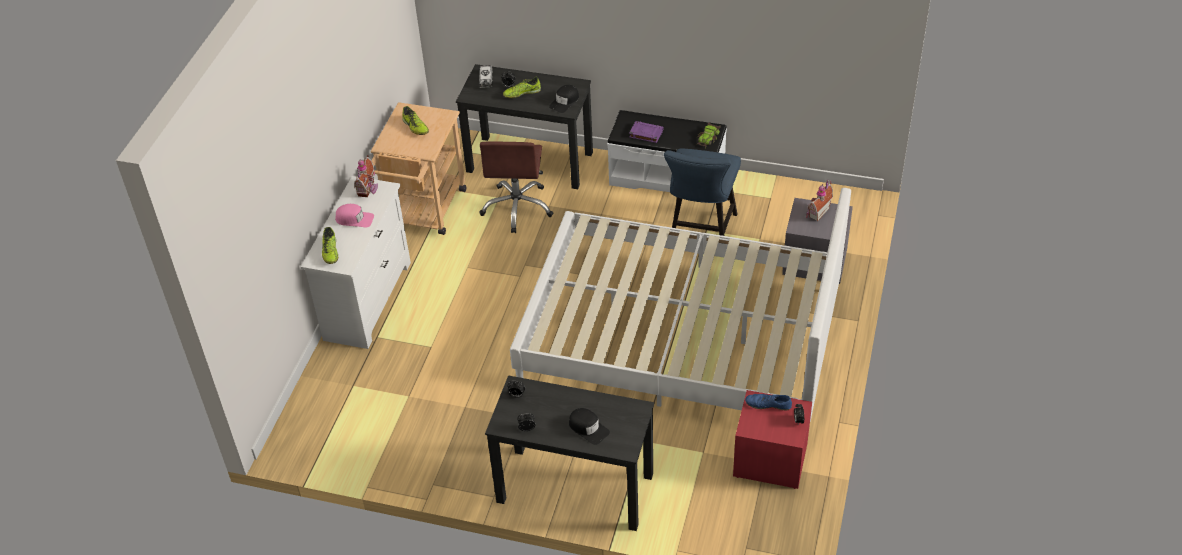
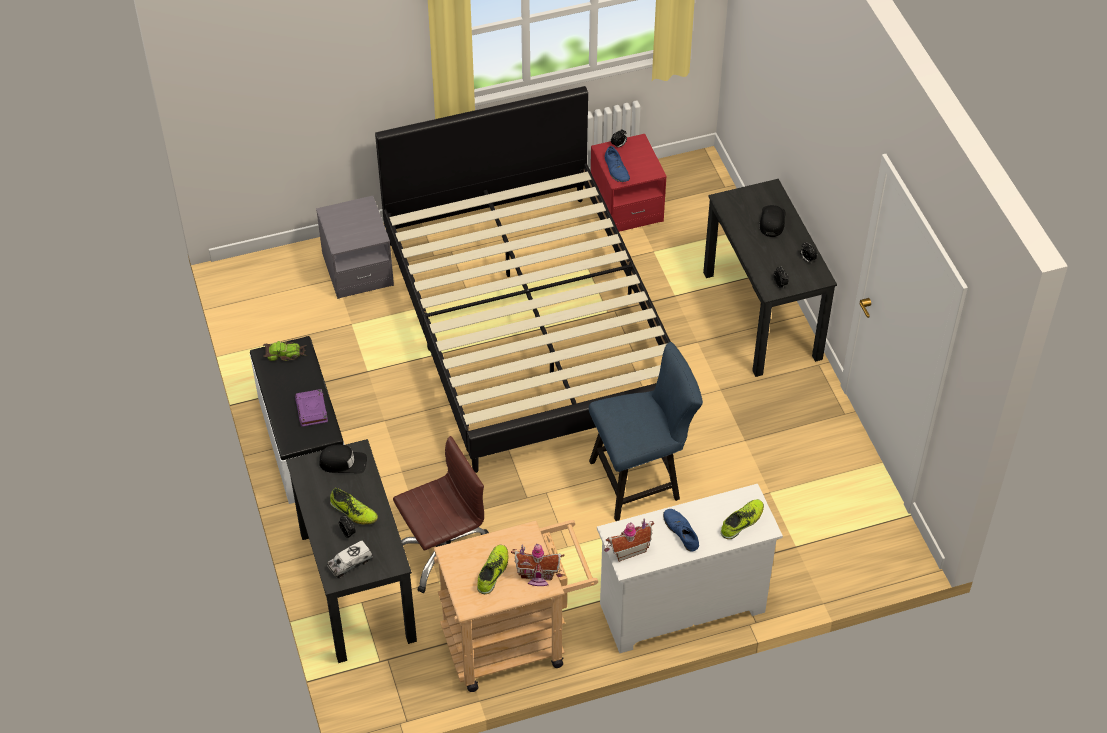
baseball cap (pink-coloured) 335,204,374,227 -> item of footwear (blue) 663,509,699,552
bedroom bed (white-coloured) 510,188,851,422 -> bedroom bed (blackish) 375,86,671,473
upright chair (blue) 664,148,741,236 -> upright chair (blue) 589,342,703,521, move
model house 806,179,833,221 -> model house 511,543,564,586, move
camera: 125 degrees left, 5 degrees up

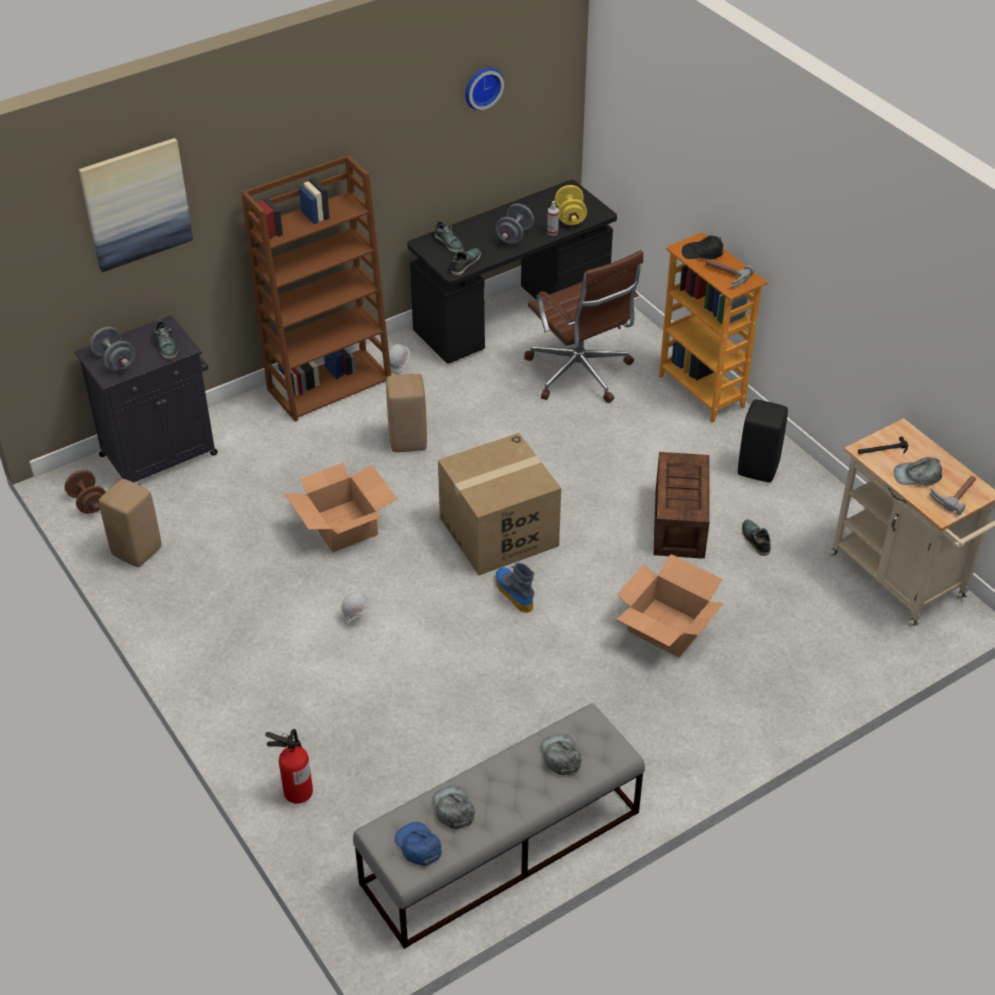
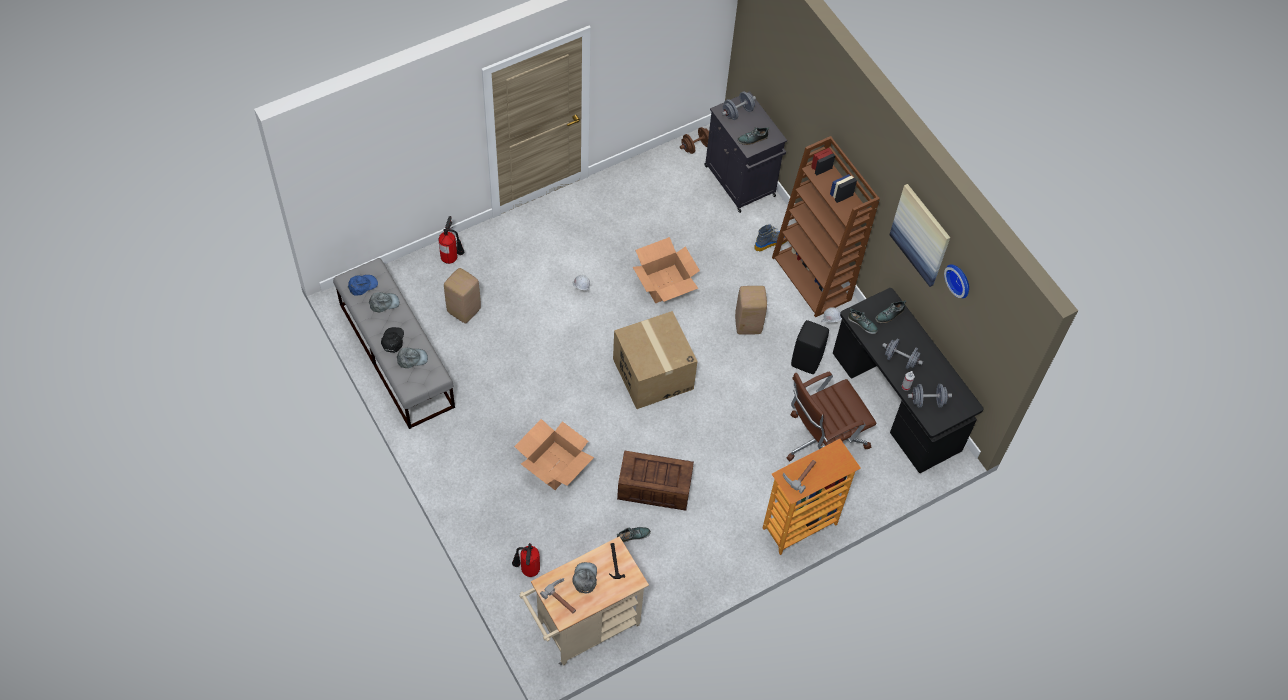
wall art 79,138,193,272 -> wall art 889,184,950,287, move
sitting stool (beige) 99,479,162,567 -> sitting stool (beige) 444,268,481,323, move
tall boot 495,559,534,613 -> tall boot 754,224,787,251, move
free weight (yellow) 555,185,587,225 -> free weight (grey) 908,384,952,408
baseball cap (blackish) 682,235,723,260 -> baseball cap (blackish) 381,327,404,353, move
sitting stool (blackish) 738,399,788,482 -> sitting stool (blackish) 791,320,829,374, move
none -> extinguisher 512,543,540,577
camera: 90 degrees right, 15 degrees up

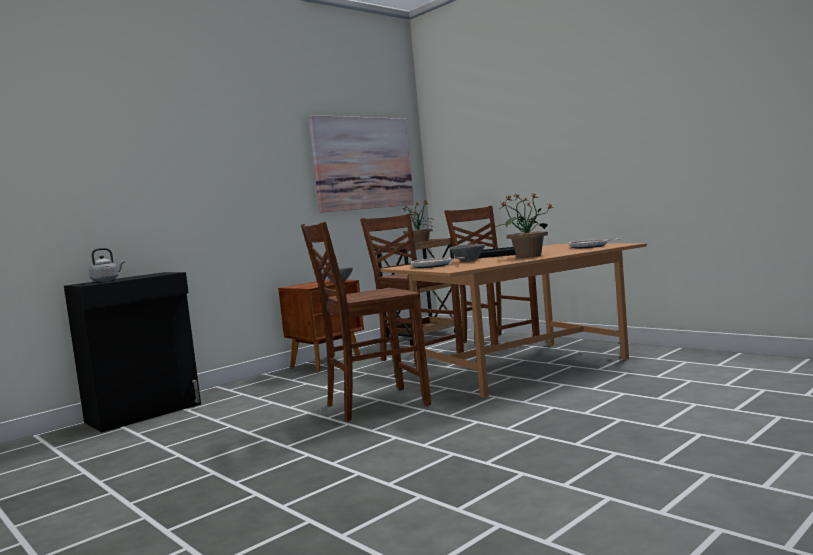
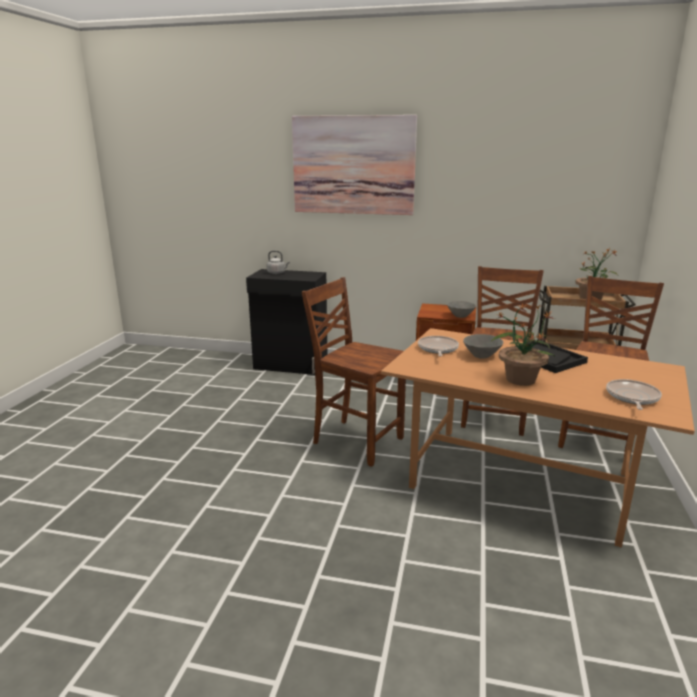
wall art 309,115,414,213 -> wall art 292,115,417,215, move
camera: 55 degrees right, 15 degrees up

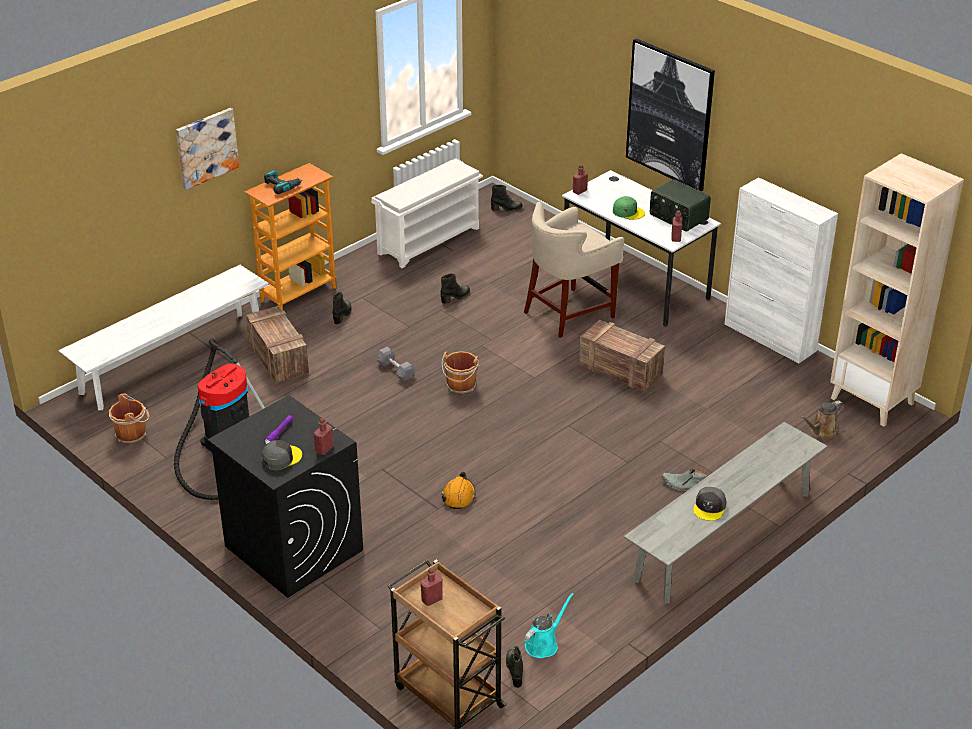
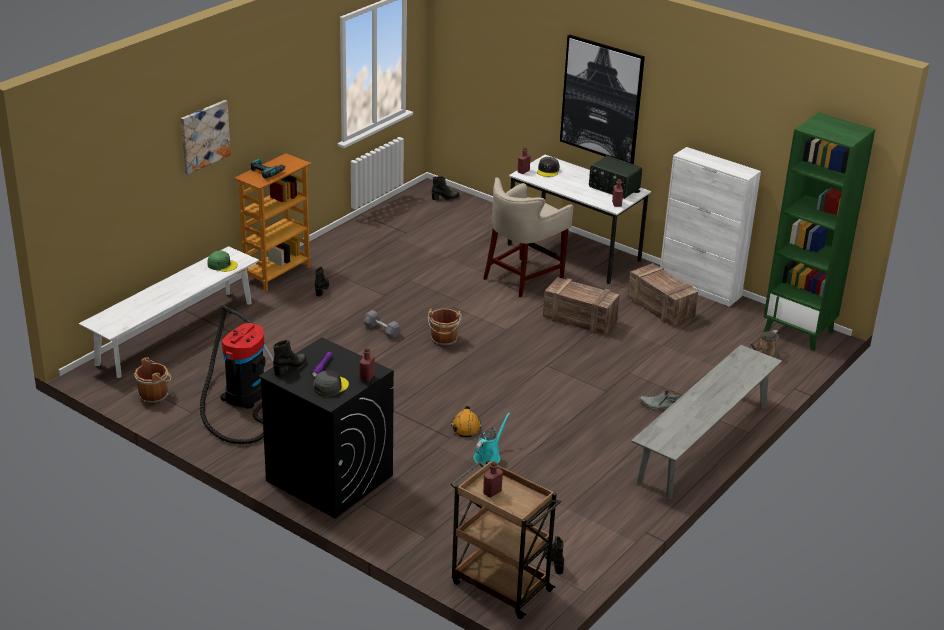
crate 246,306,309,383 -> crate 628,263,698,326, move
shoe rack (white-coloured) 371,158,483,268 -> none
tall boot (blackish) 440,274,470,304 -> tall boot (blackish) 273,340,307,376, move
sprinkling can (turquoise) 524,593,573,658 -> sprinkling can (turquoise) 474,413,510,466, move
baseball cap (green) 613,196,645,220 -> baseball cap (green) 208,250,238,272, move
baseball cap (grey) 693,487,727,521 -> baseball cap (grey) 537,157,559,177, move
shelving unit (beige) 830,153,964,427 -> shelving unit (green) 764,112,875,351
camera: 10 degrees left, 5 degrees down

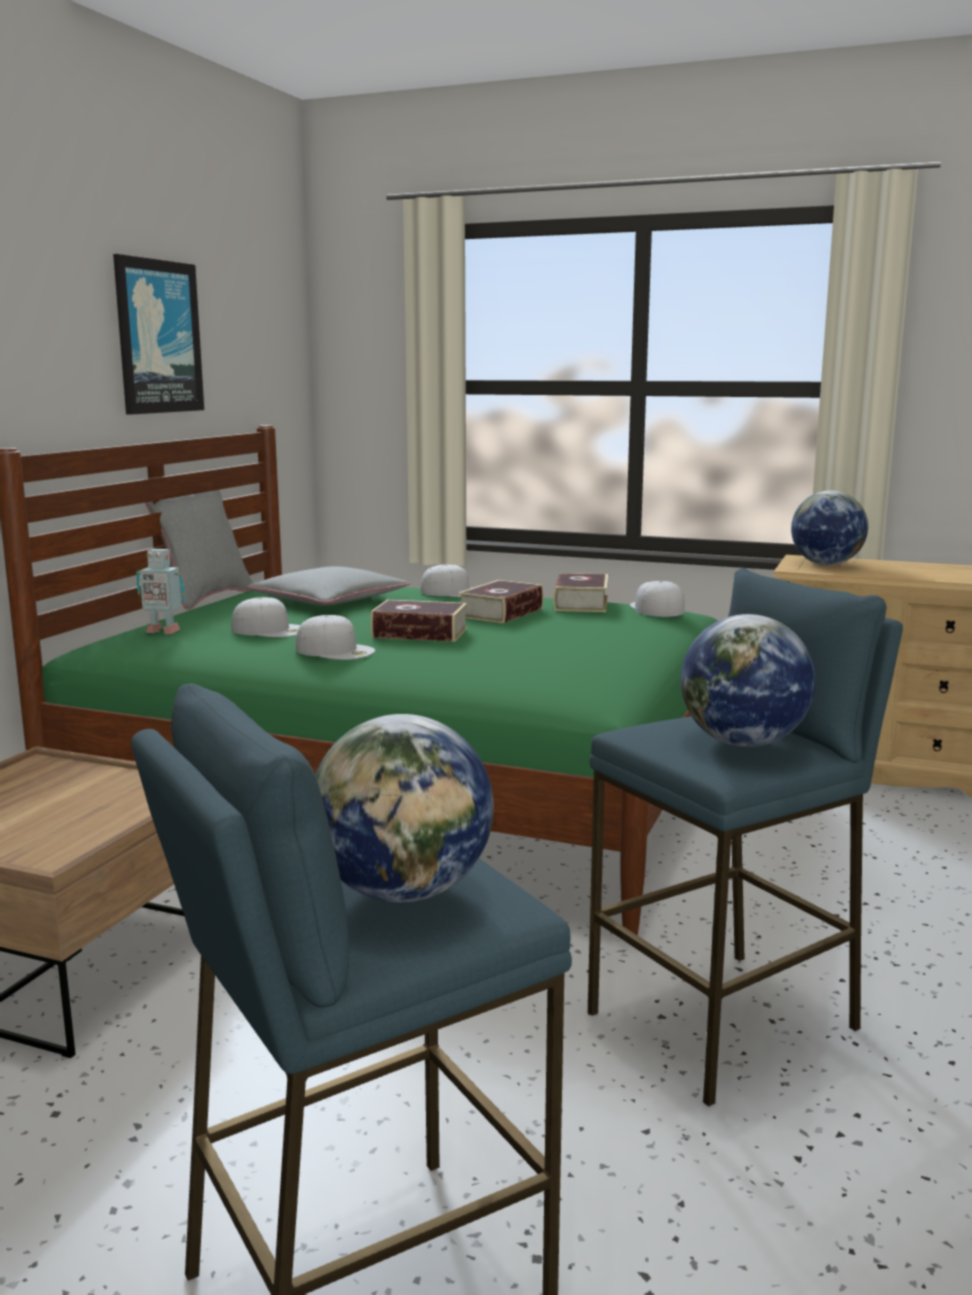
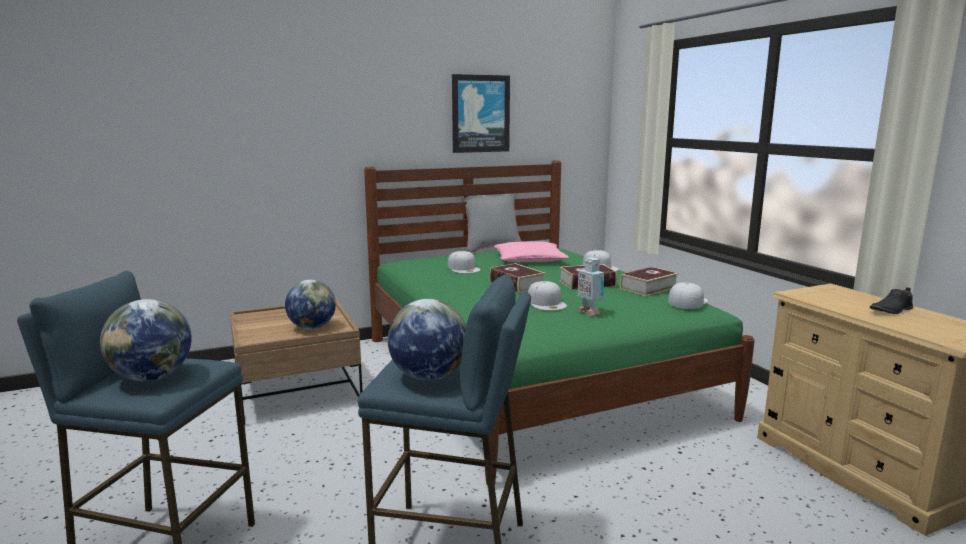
model robot 136,549,184,634 -> model robot 578,257,604,316, move
cushion (grey) 247,566,410,606 -> cushion (pink-coloured) 494,241,569,262
baseball cap (white-coloured) 296,615,375,660 -> baseball cap (white-coloured) 528,281,567,311, move
world globe 791,490,868,565 -> world globe 285,280,336,329, move
none -> item of footwear (blackish) 870,287,913,314
camera: 45 degrees right, 0 degrees up

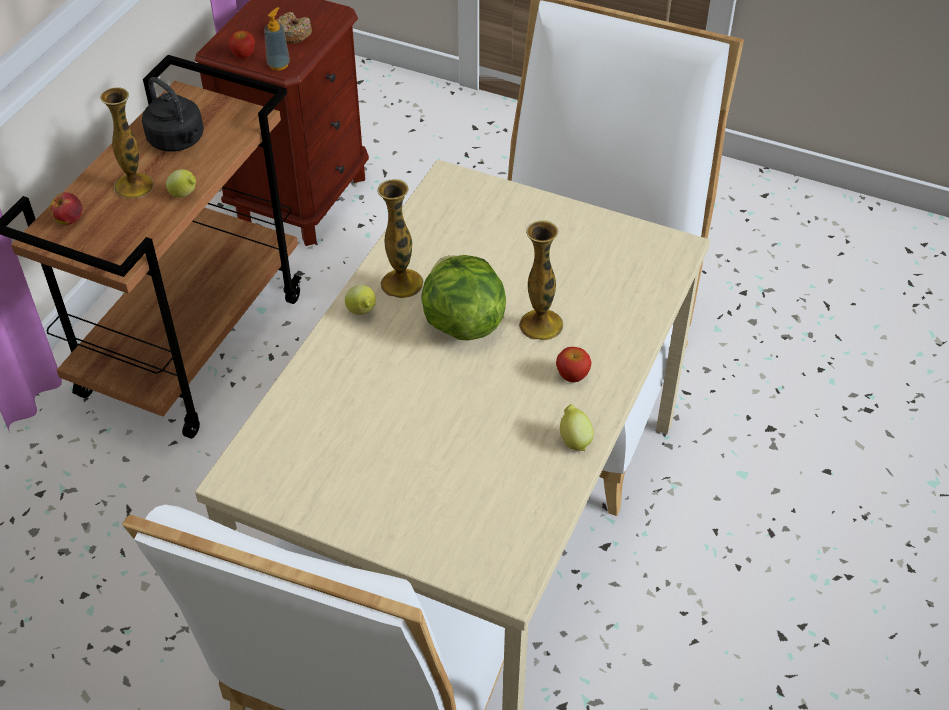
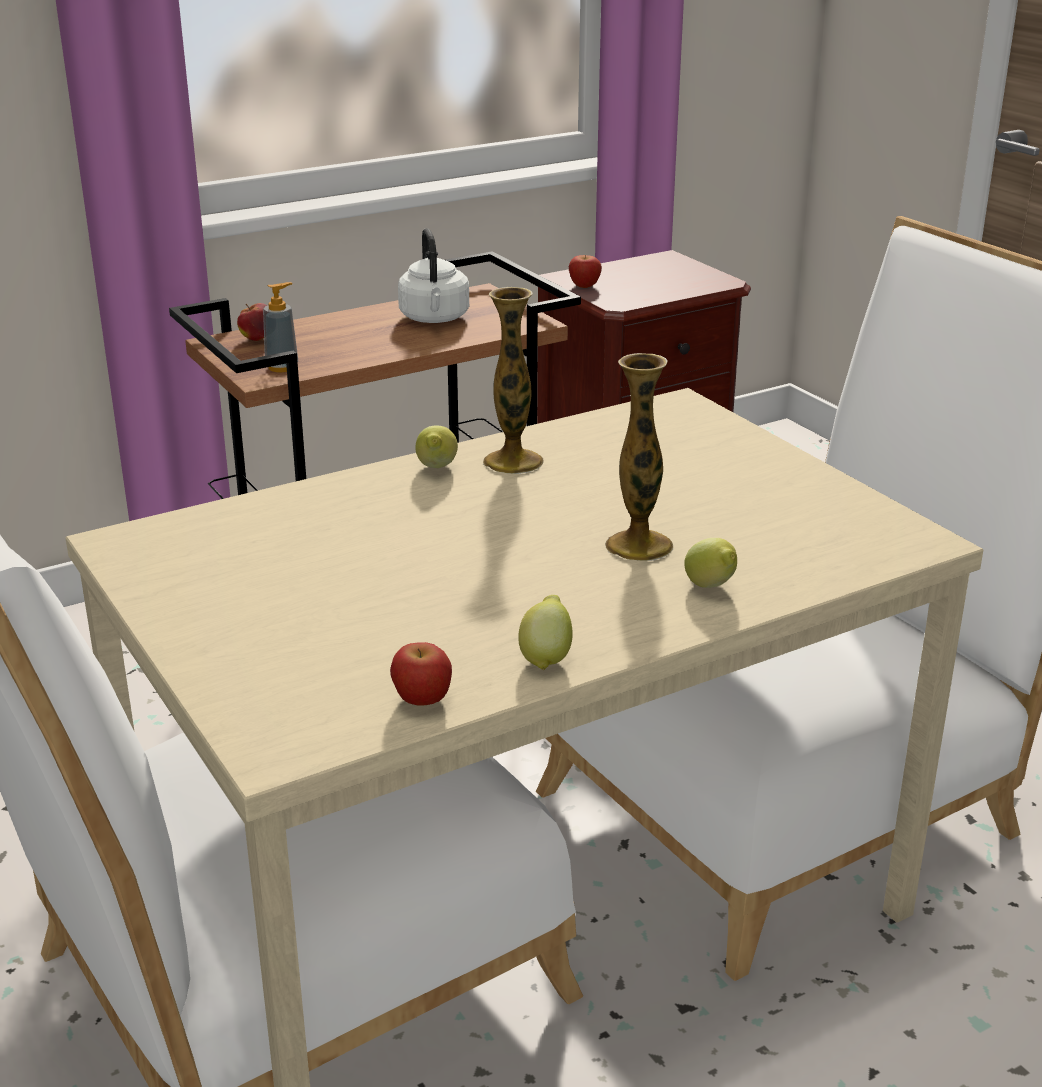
flower vase 100,87,154,198 -> none
kettle (blackish) 142,77,204,152 -> kettle (white-coloured) 398,228,469,323
whole lemon 166,169,196,198 -> whole lemon 684,538,737,588, move
soap dispenser 264,7,290,71 -> soap dispenser 263,282,298,373, move
ring doughnut 276,12,312,44 -> none
lettuce head 421,255,506,340 -> none
apple 556,347,591,382 -> apple 390,642,452,706, move
camera: 35 degrees right, 20 degrees down

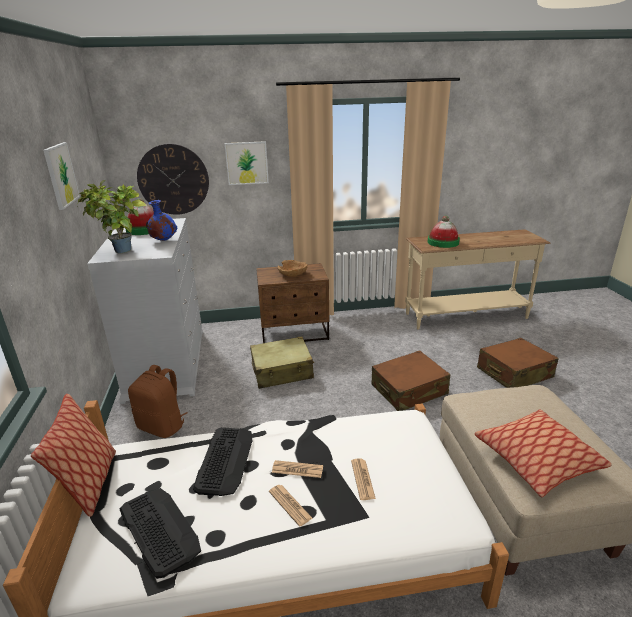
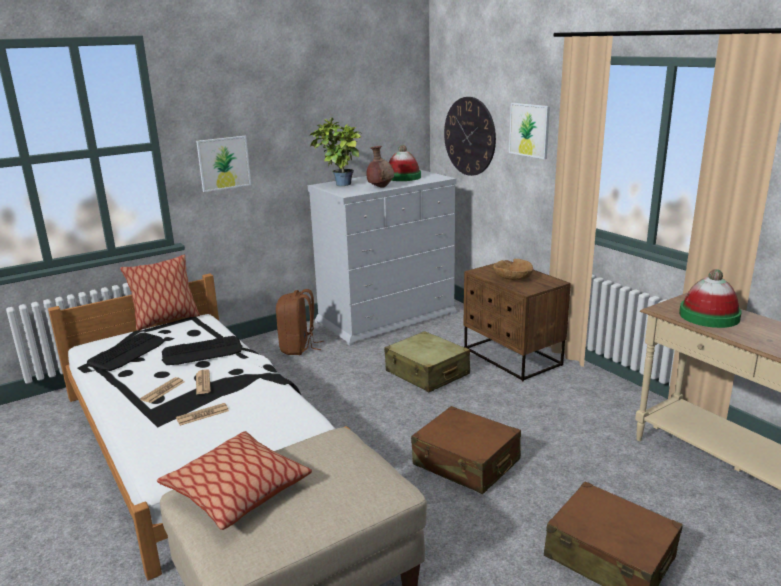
wall art 43,142,80,210 -> wall art 196,136,251,192, move
flower vase (blue) 146,200,177,241 -> flower vase (brownish) 366,146,394,188
camera: 65 degrees right, 5 degrees down

